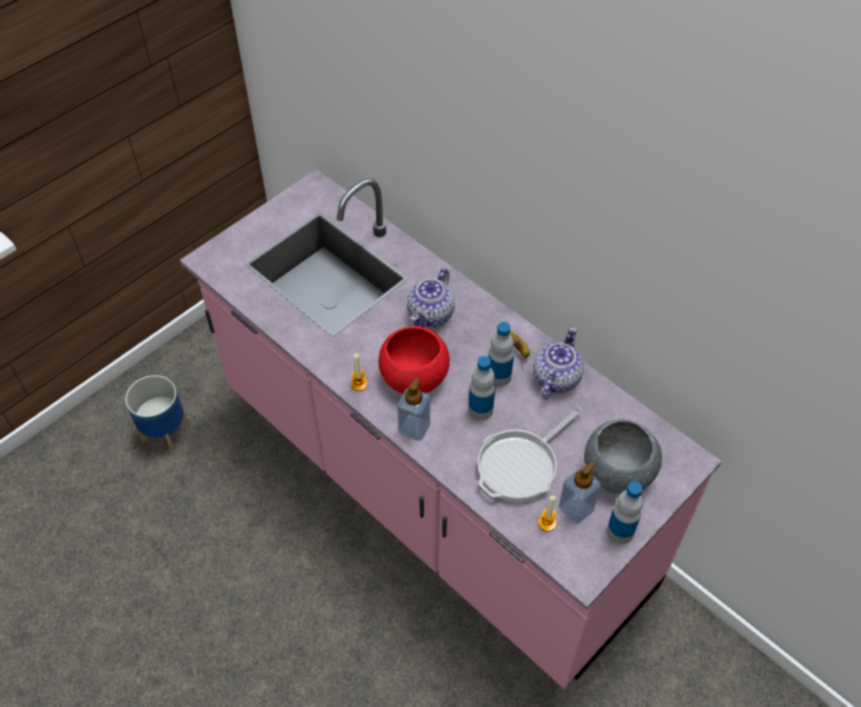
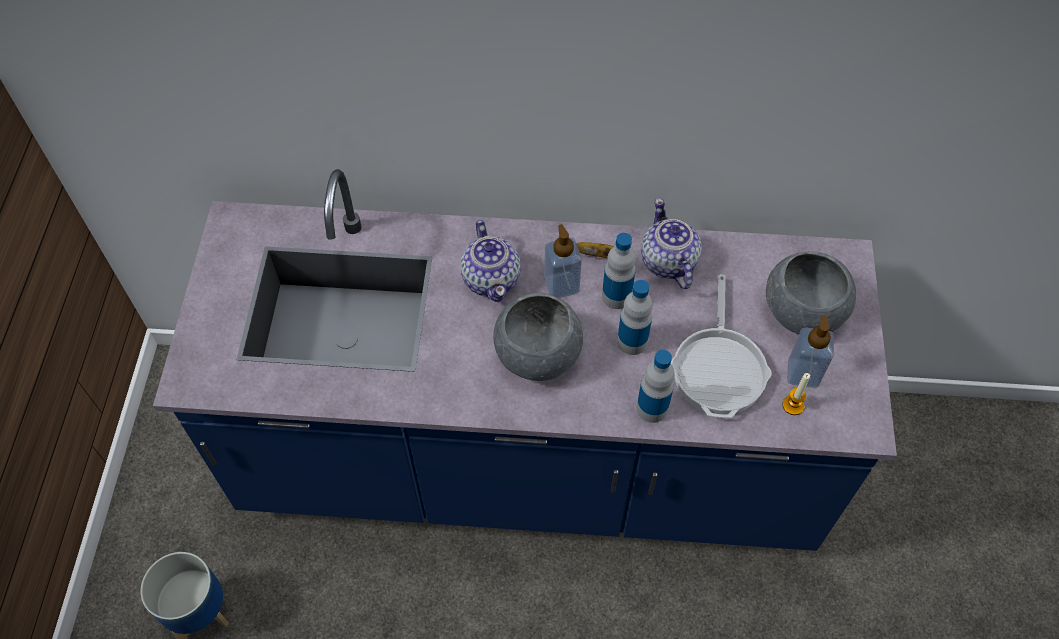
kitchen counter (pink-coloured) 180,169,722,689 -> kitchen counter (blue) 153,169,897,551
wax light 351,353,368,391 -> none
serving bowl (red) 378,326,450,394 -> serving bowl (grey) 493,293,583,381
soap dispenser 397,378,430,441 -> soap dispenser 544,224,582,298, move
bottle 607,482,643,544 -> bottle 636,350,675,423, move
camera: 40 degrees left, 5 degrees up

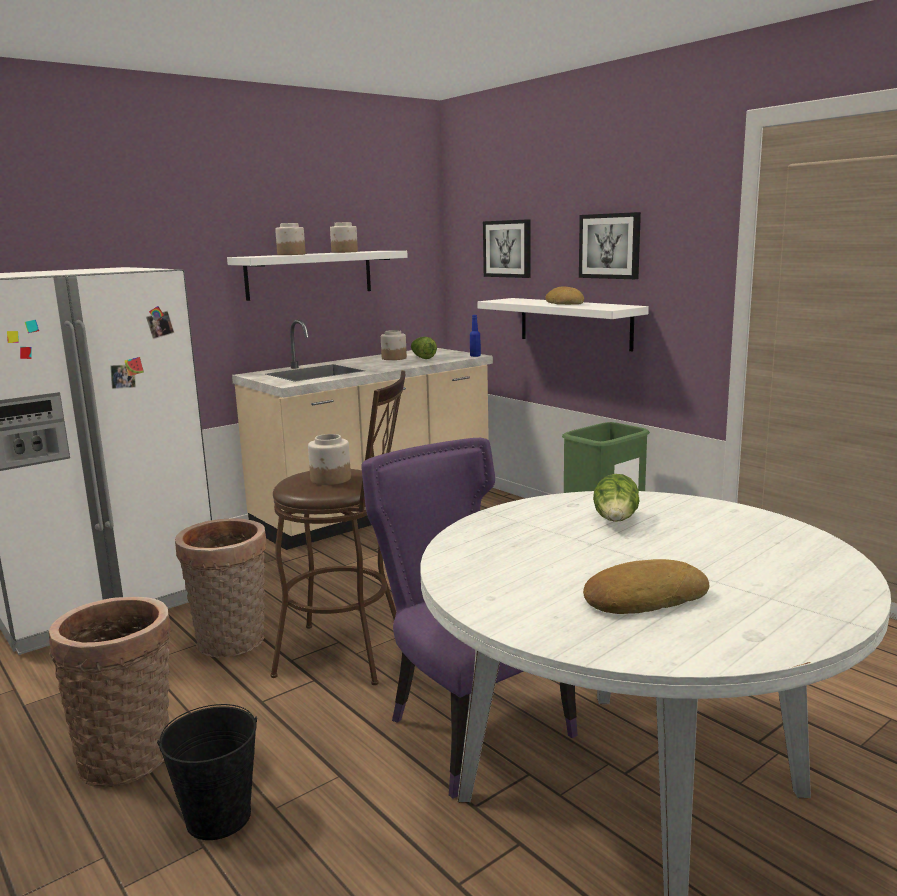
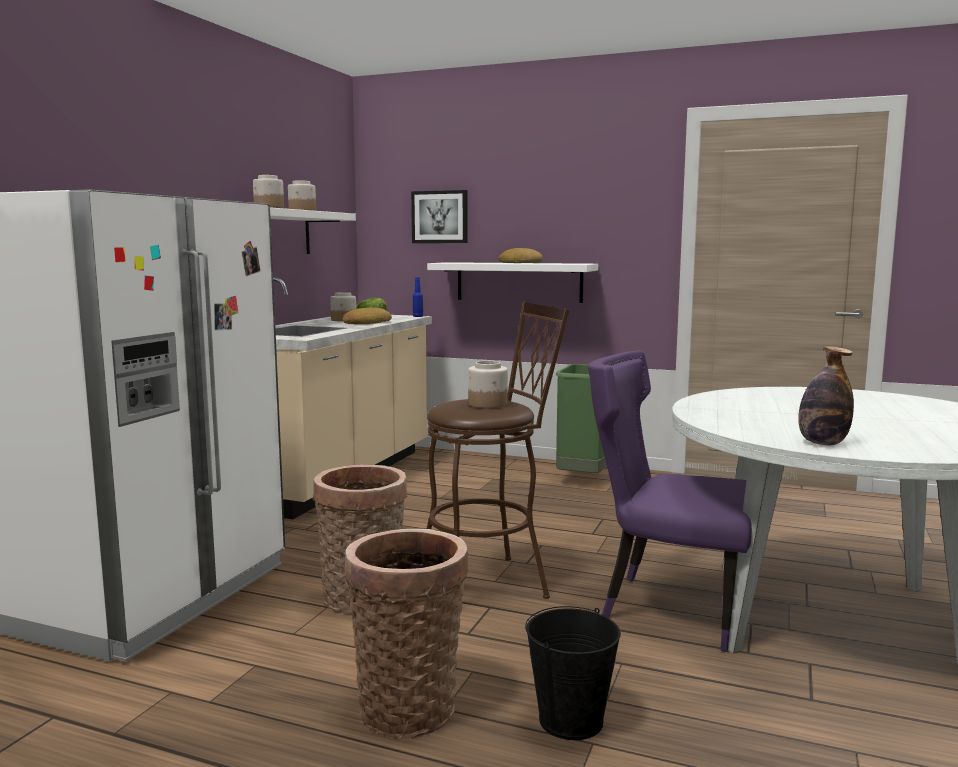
wall art 579,212,641,279 -> none
bread 583,559,709,614 -> bread 343,307,392,324, move
lettuce head 593,474,640,522 -> none
none -> bottle 799,346,854,445
camera: 30 degrees left, 5 degrees down

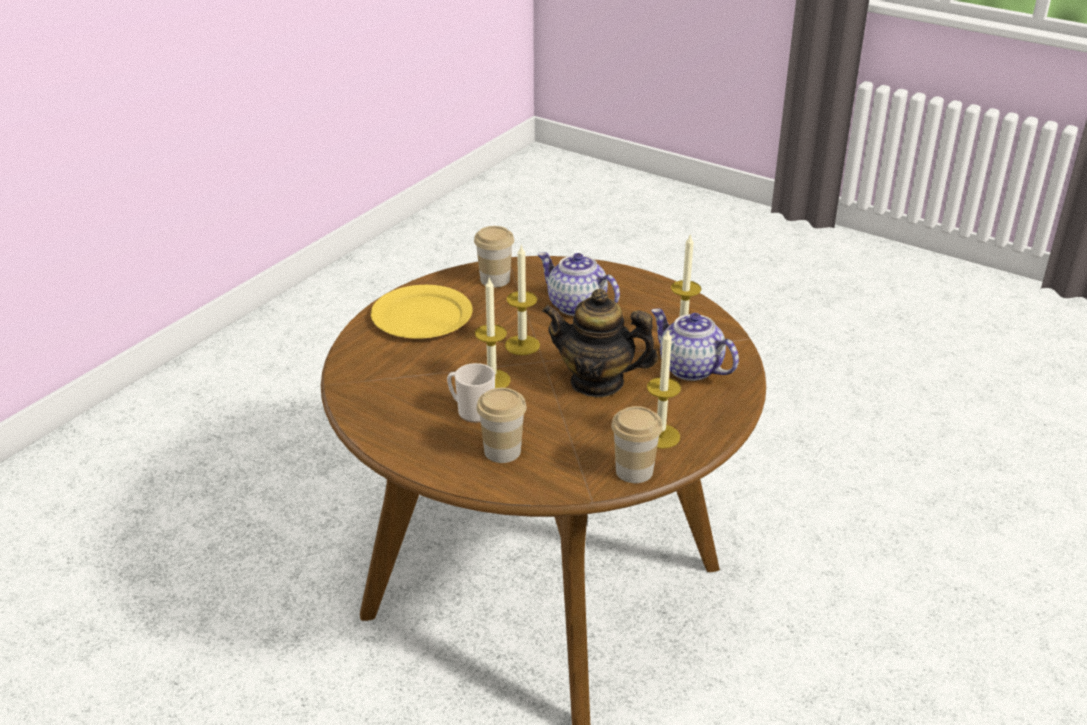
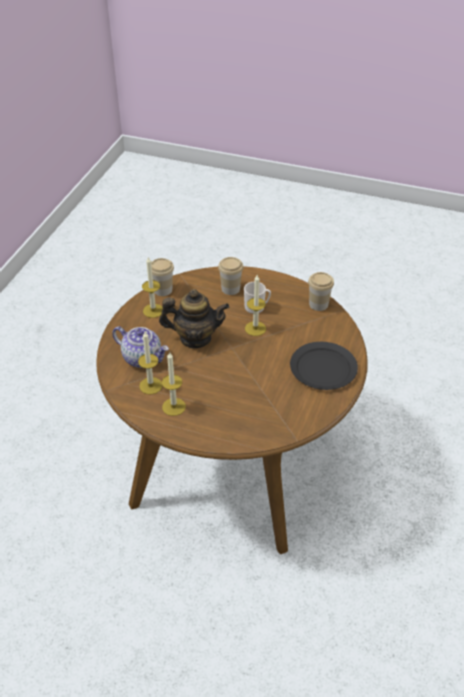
plate (yellow) 371,285,473,339 -> plate (blackish) 290,342,358,390
drinking cup 474,226,514,287 -> drinking cup 308,272,334,311, move
wax light 505,244,540,355 -> wax light 162,352,186,416, move
pot for tea 538,252,620,316 -> none
camera: 165 degrees right, 10 degrees up

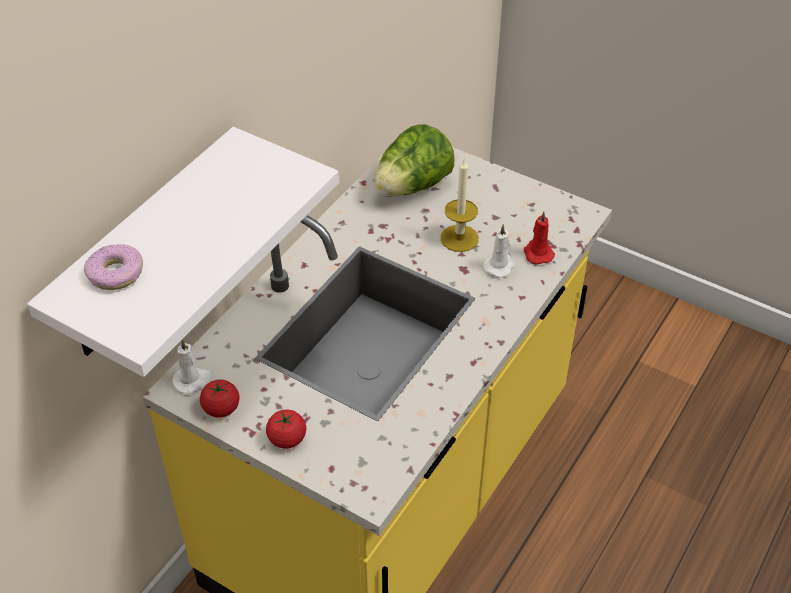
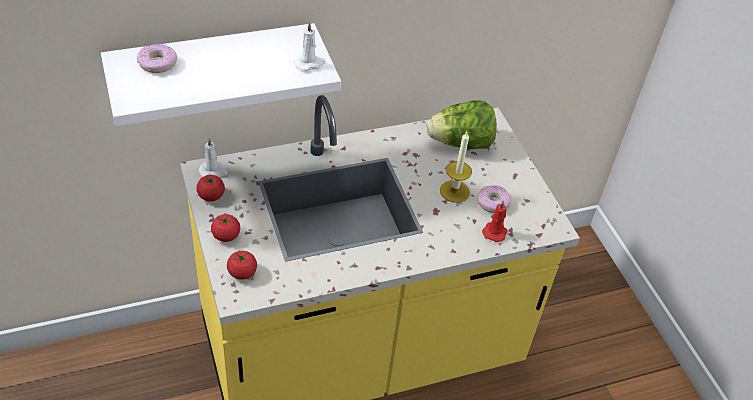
wax light (white-coloured) 483,224,515,278 -> wax light (white-coloured) 294,21,325,71, move
none -> tomato 227,251,257,280
none -> ring doughnut 478,185,512,213
camera: 35 degrees right, 0 degrees up

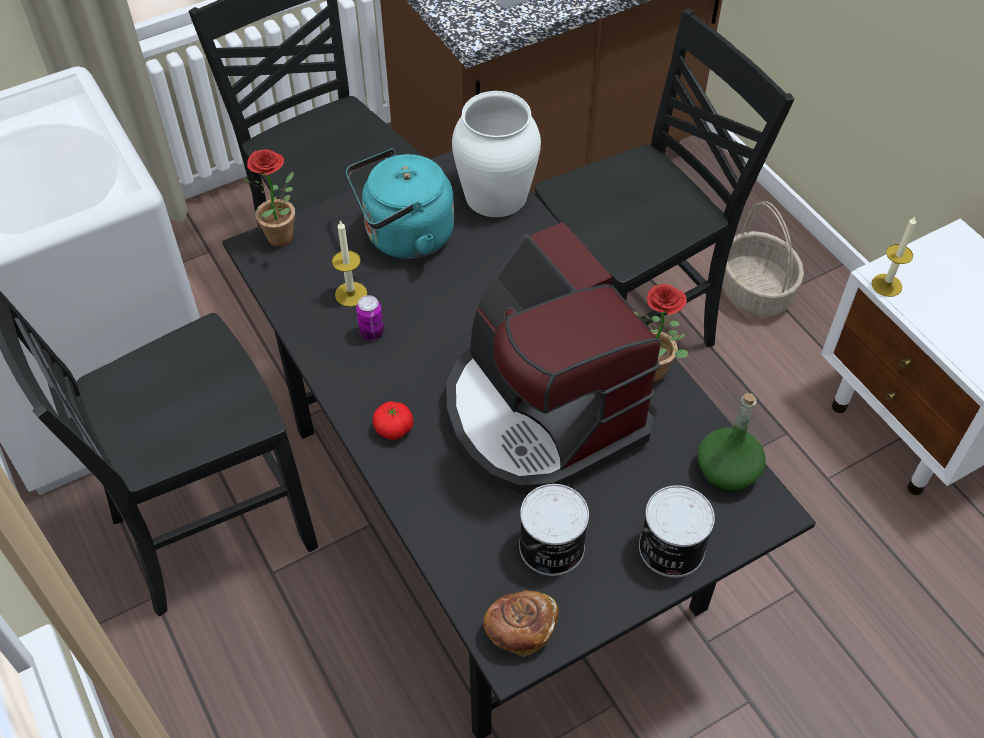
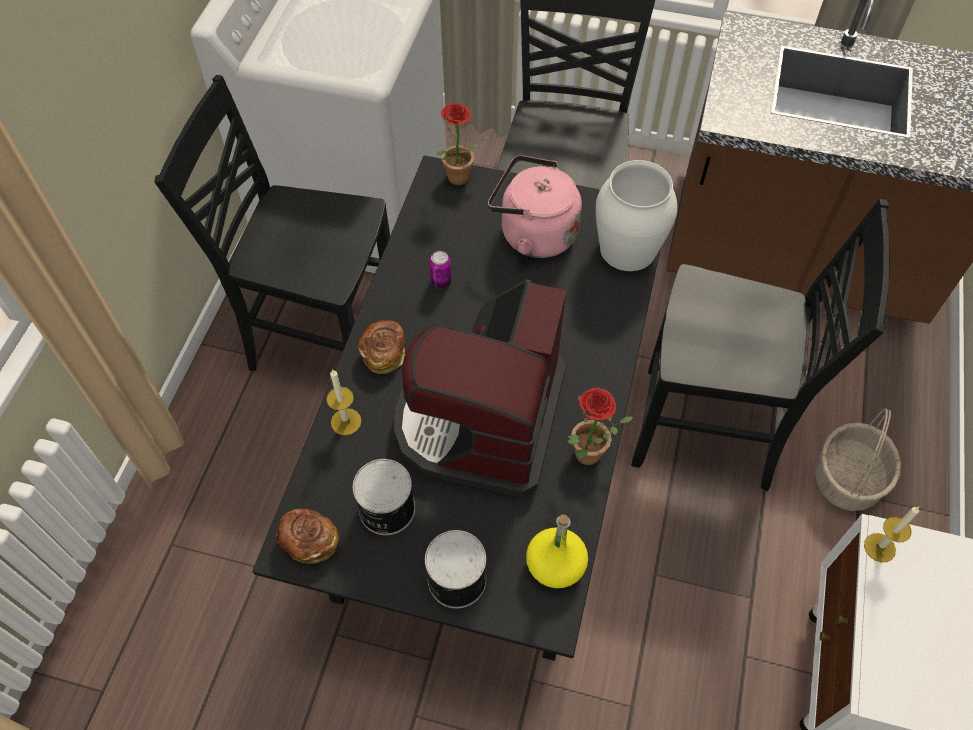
wax light 332,220,367,307 -> wax light 326,369,362,435, move
kettle (turquoise) 346,149,454,259 -> kettle (pink-coloured) 488,155,582,258
tomato 373,401,413,440 -> bread 358,320,405,374
bottle (green) 698,393,766,492 -> bottle (yellow) 526,514,588,588
camera: 45 degrees right, 5 degrees up

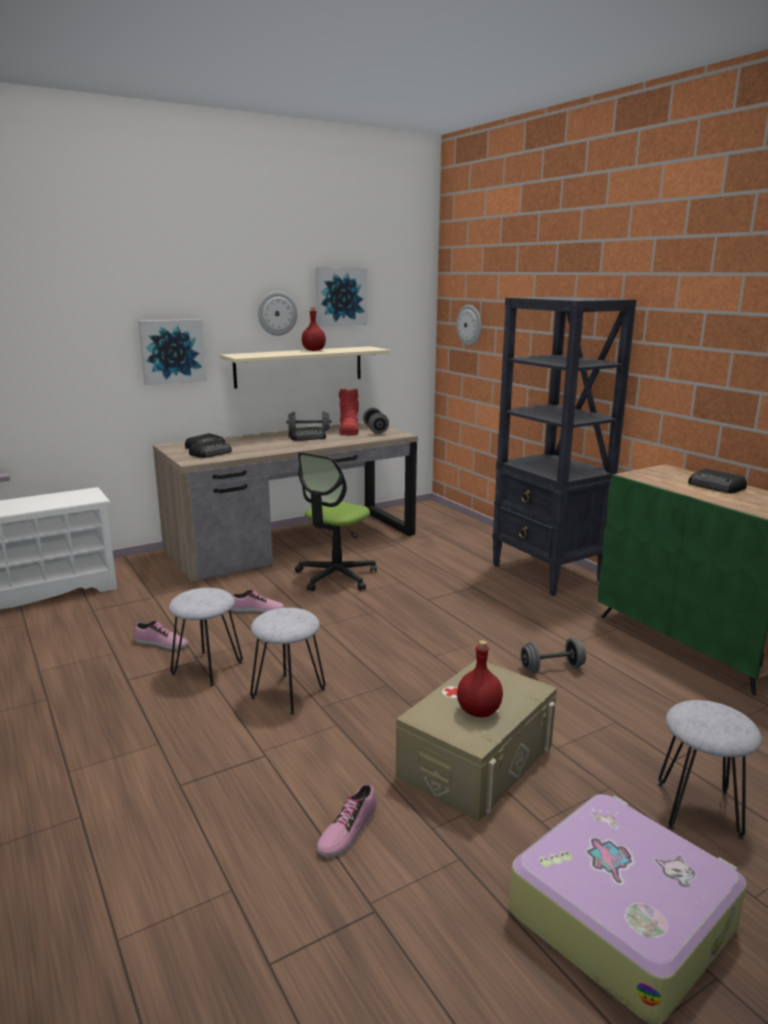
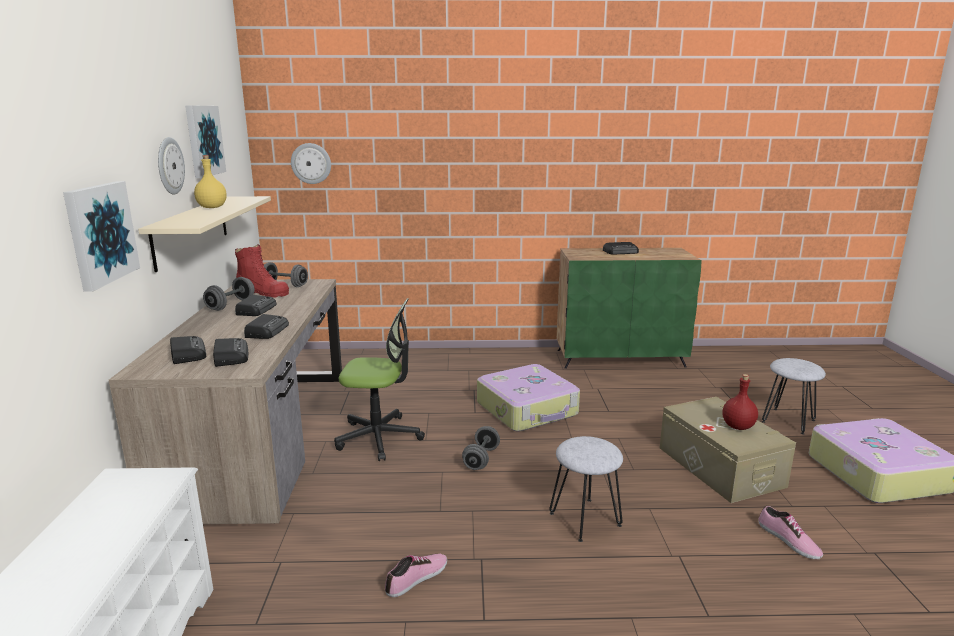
sitting stool (grey) 169,588,243,686 -> none
item of footwear 231,590,284,613 -> none
computer chair 295,452,377,591 -> computer chair 334,298,425,461, 60 degrees counterclockwise
bottle (red) 302,307,326,351 -> bottle (yellow) 194,155,227,208
shelving unit (blackish) 492,297,636,596 -> none
free weight (grey) 520,638,586,673 -> free weight (grey) 462,426,500,470, move
none -> radio receiver 244,314,289,339
none -> piece of luggage 477,364,580,432
camera: 60 degrees left, 0 degrees up

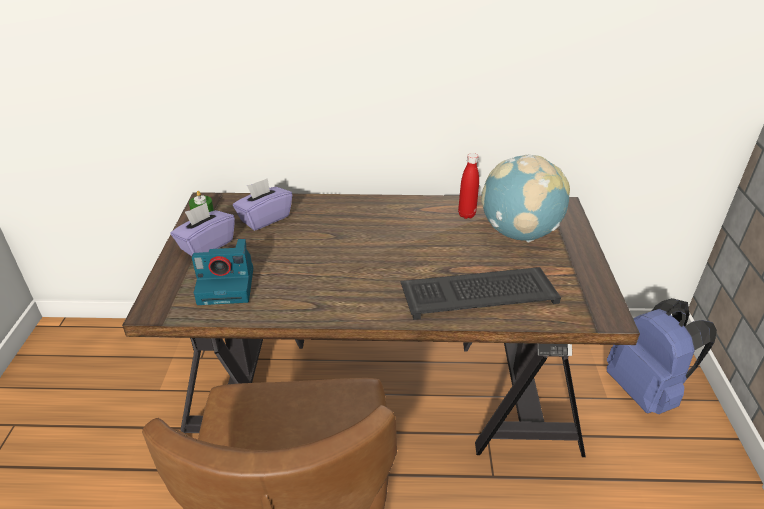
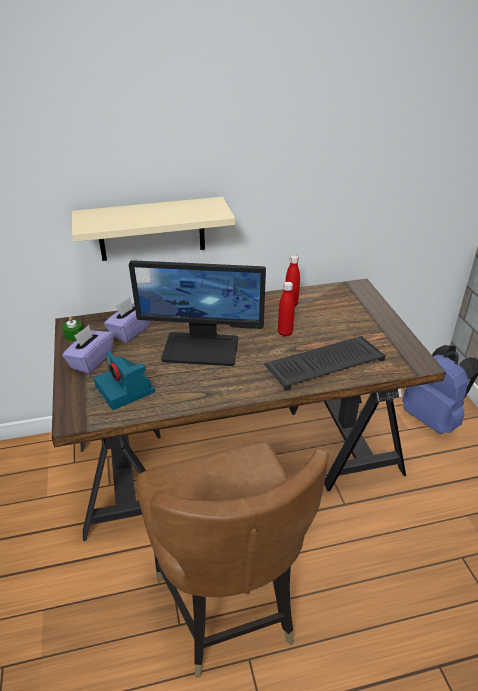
photo camera 192,239,253,305 -> photo camera 94,352,155,410, 75 degrees clockwise
world globe 481,154,570,242 -> none
none -> bracket shelf (beige) 72,197,235,261
none -> computer display 129,260,266,366
none -> bottle (red) 278,282,295,336
camera: 15 degrees left, 0 degrees up

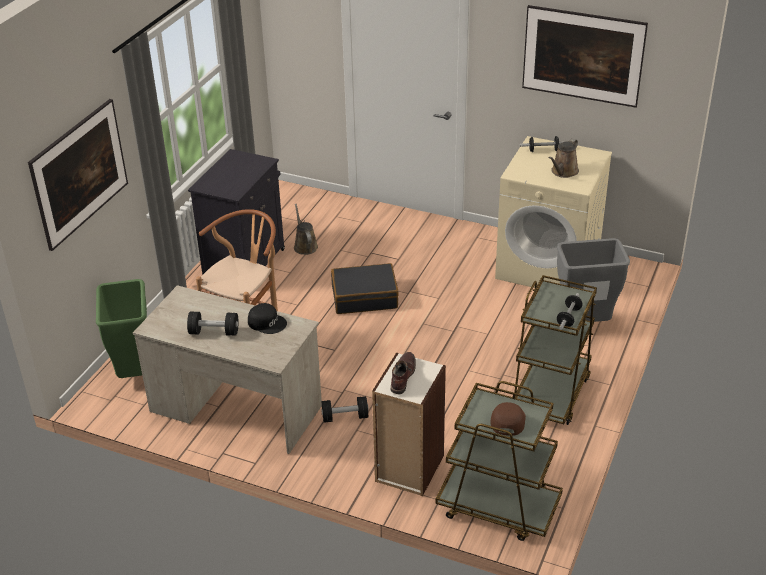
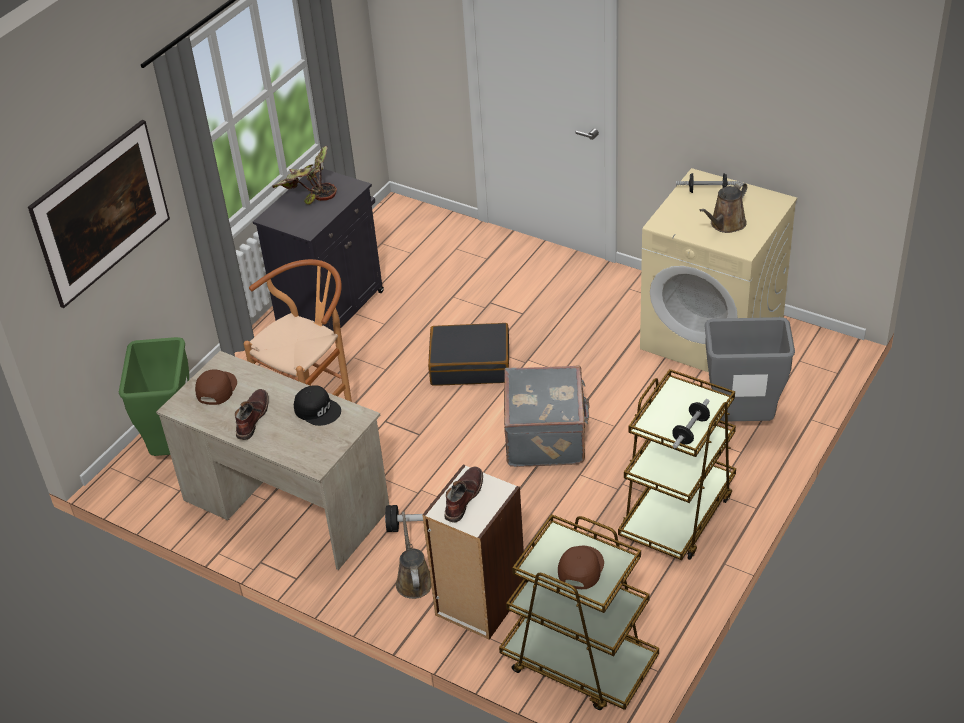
free weight (blackish) 187,312,238,336 -> tall boot (brownish) 235,389,269,440
sprinkling can (brownish) 294,203,318,255 -> sprinkling can (brownish) 396,512,432,599, move
wall art 522,5,648,108 -> none
none -> baseball cap (brownish) 195,369,237,405
none -> houseplant 272,146,337,205
none -> piece of luggage (grey) 504,366,590,467
camera: 10 degrees right, 5 degrees up

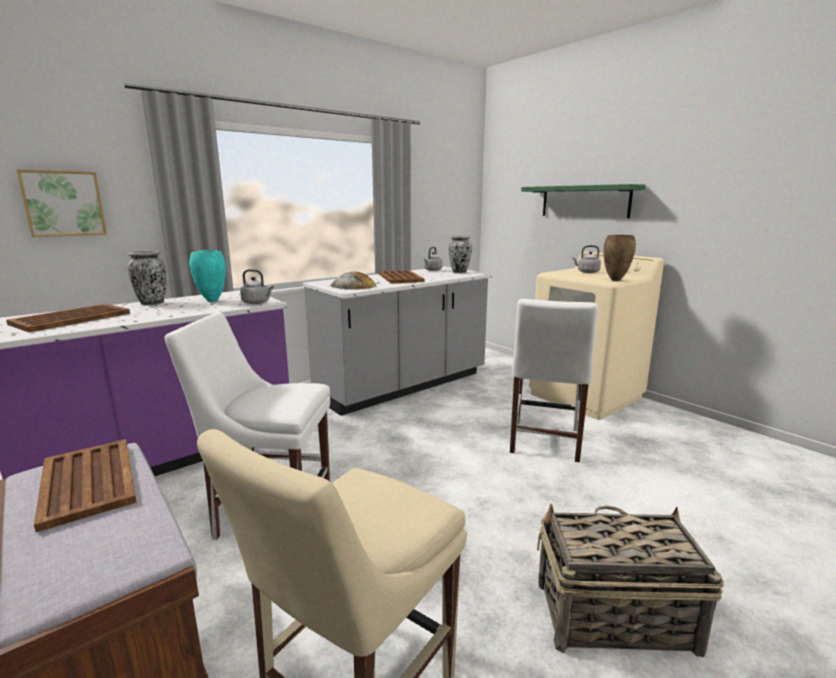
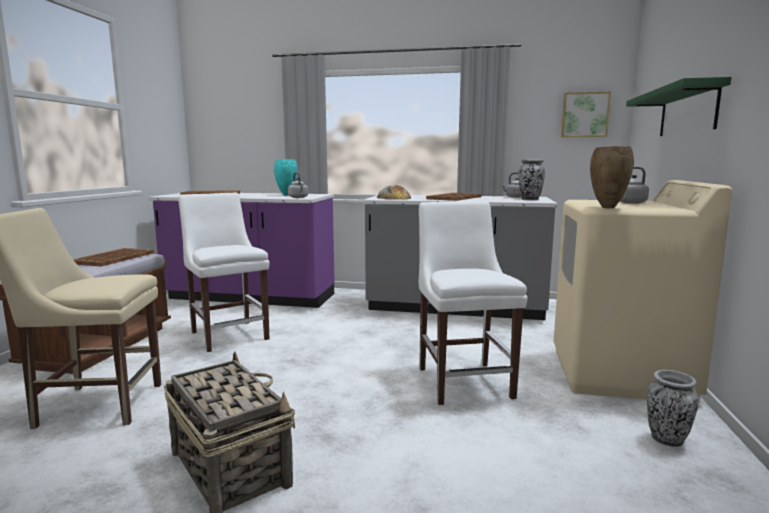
wall art 17,170,107,237 -> wall art 561,91,611,137, move
flower vase 127,251,166,305 -> flower vase 647,370,699,447, move
upright chair (white-coloured) 510,299,598,462 -> upright chair (white-coloured) 419,201,528,405, 105 degrees clockwise
camera: 50 degrees right, 5 degrees down

